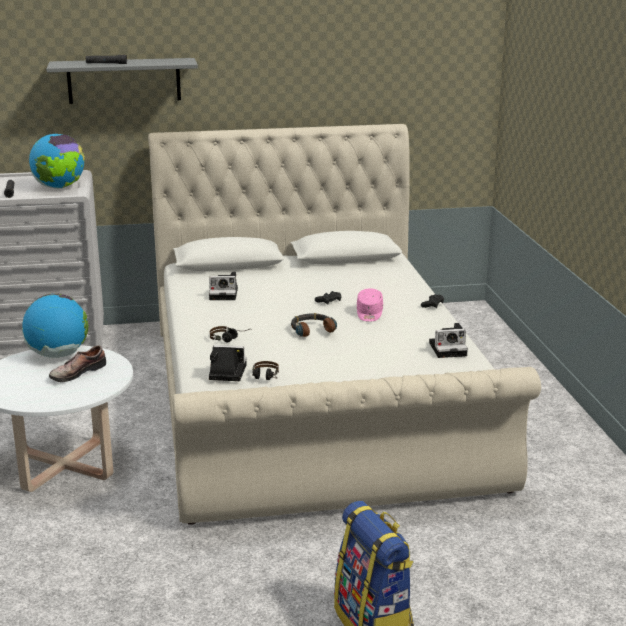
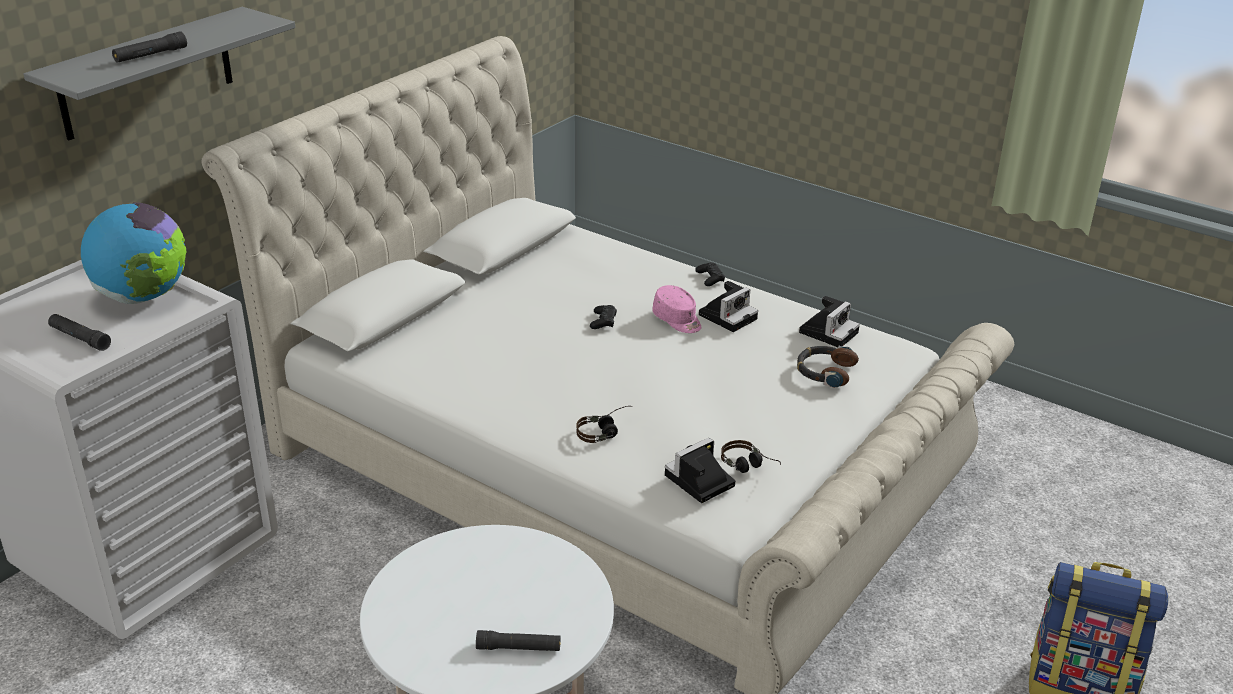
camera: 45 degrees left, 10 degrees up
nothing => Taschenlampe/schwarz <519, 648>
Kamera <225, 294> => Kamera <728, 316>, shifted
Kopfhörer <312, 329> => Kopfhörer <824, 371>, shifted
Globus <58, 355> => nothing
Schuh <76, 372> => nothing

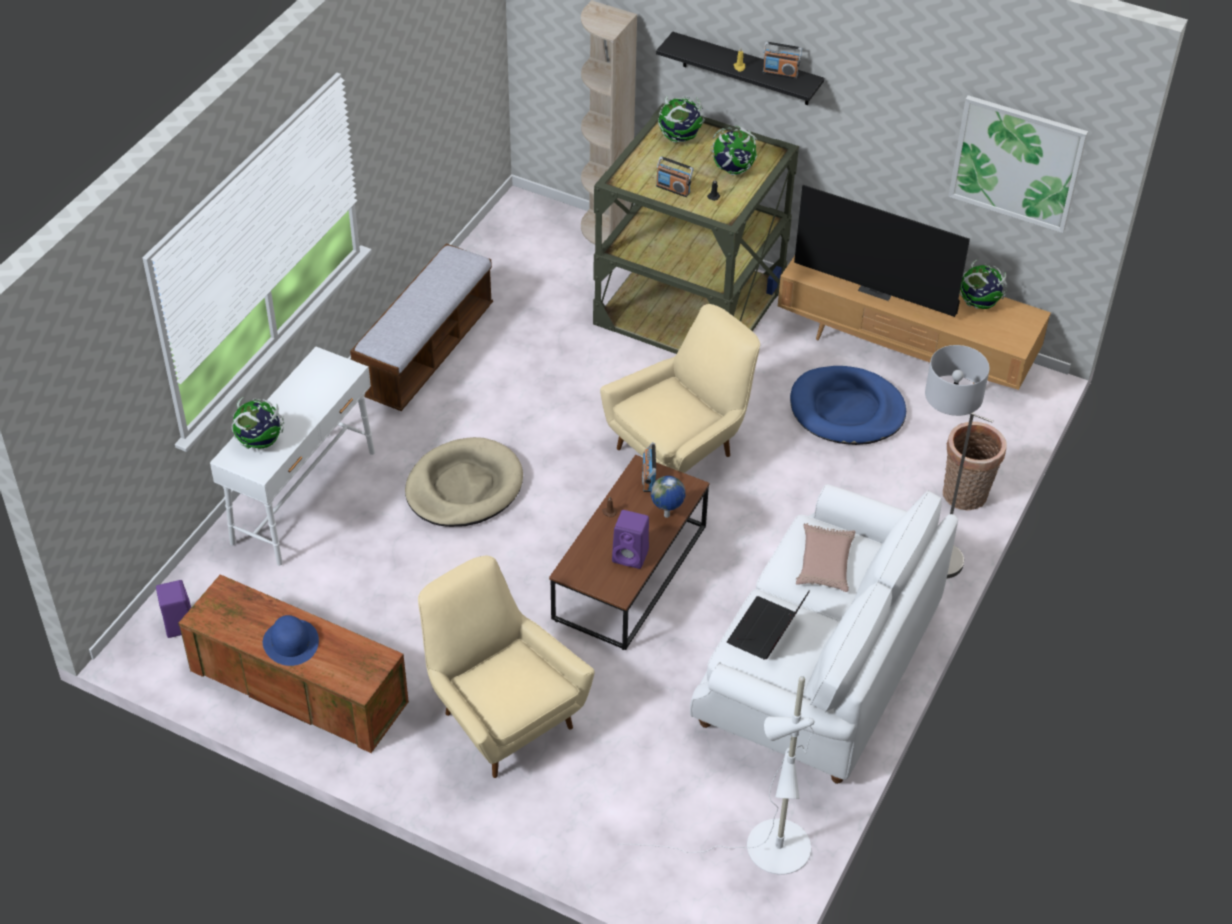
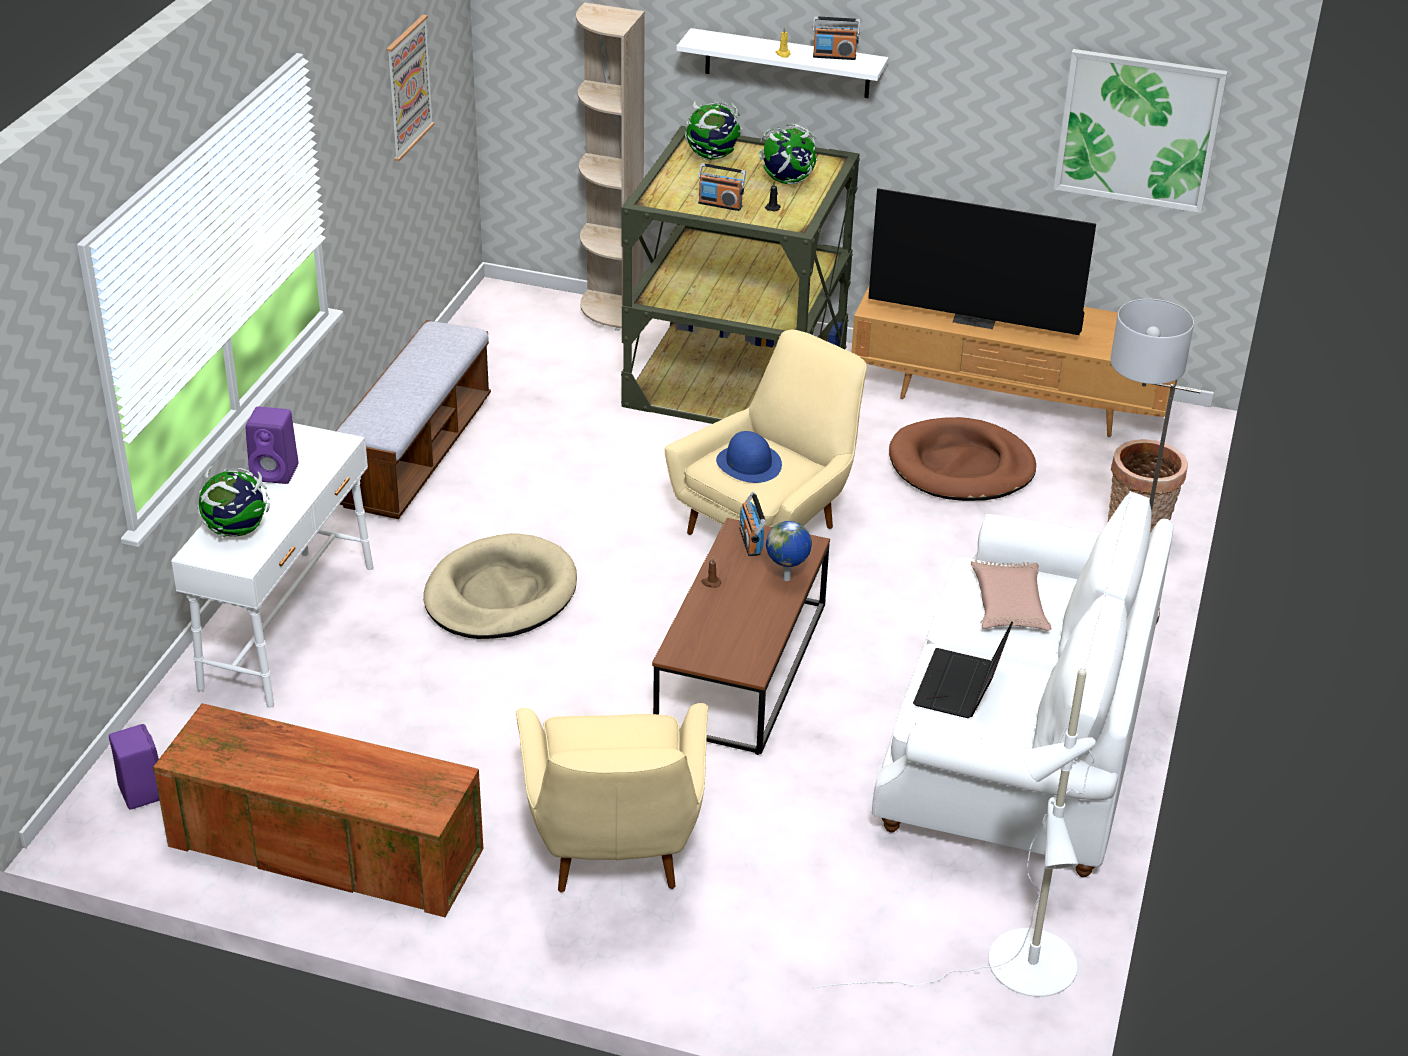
camera: 10 degrees left, 10 degrees down
Lautsprecher/lila <631, 556> => Lautsprecher/lila <276, 472>, shifted
nothing => Bild <408, 87>
Sessel/beige <501, 717> => Sessel/beige <615, 852>, 135 degrees counterclockwise
Wandregal/schwarz <746, 69> => Wandregal/weiß <787, 63>
Hut/blau <291, 642> => Hut/blau <749, 463>, shifted
Hundebett/blau <846, 410> => Hundebett/braun <961, 466>
Globus <979, 304> => nothing

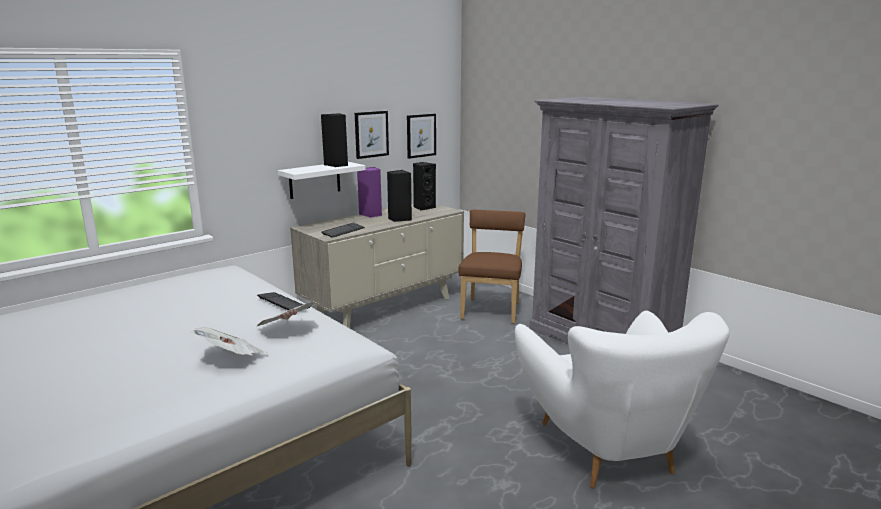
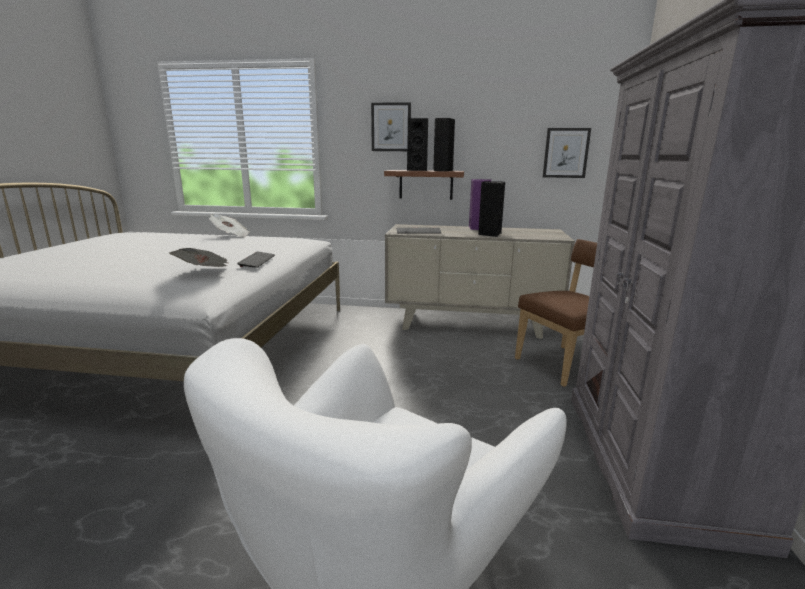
camera: 50 degrees right, 0 degrees up
Zeitung <232, 358> => Zeitung <231, 235>, shifted
Bild <371, 134> => Bild <391, 127>, shifted
Wandregal/weiß <314, 180> => Wandregal/braun <426, 184>
Lautsprecher/schwarz <423, 207> => Lautsprecher/schwarz <418, 170>, shifted

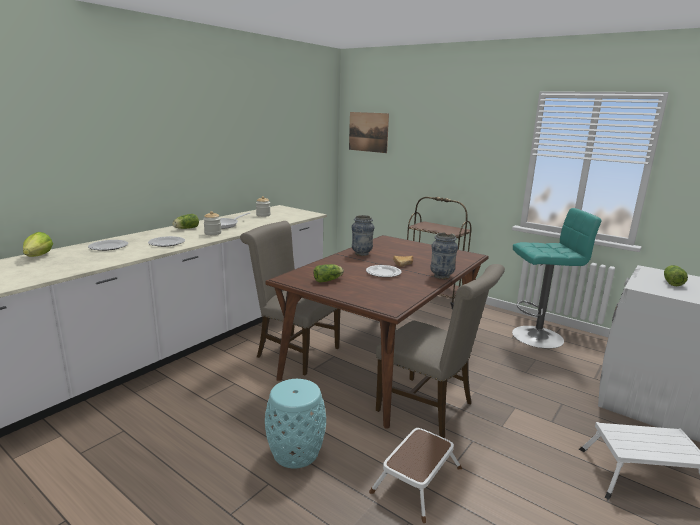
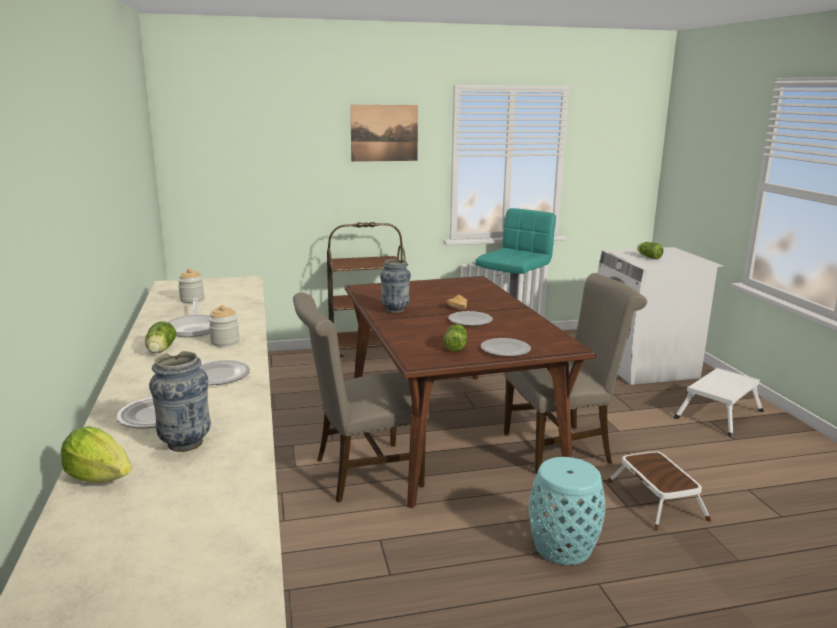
camera: 50 degrees left, 0 degrees up
Vase <441, 276> => Vase <185, 443>, shifted
Bild <368, 132> => Bild <384, 133>, shifted
nothing => Teller <505, 350>

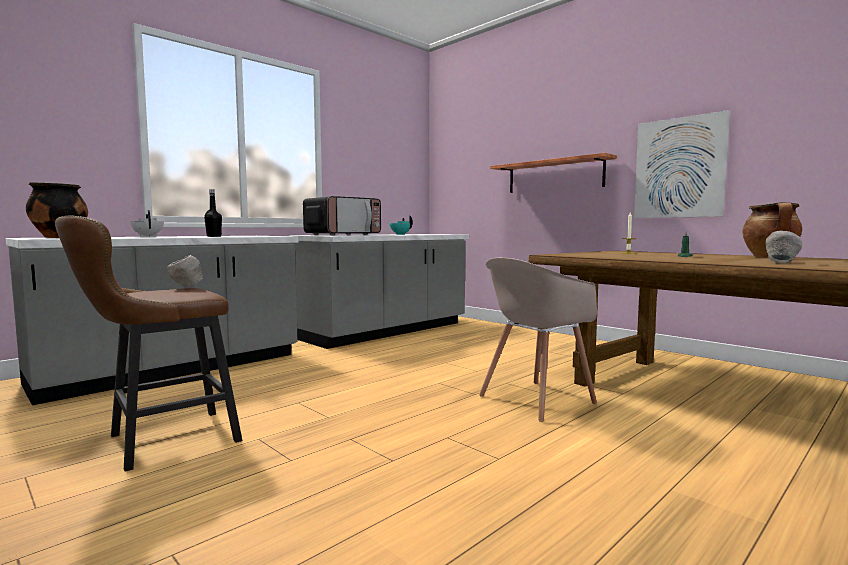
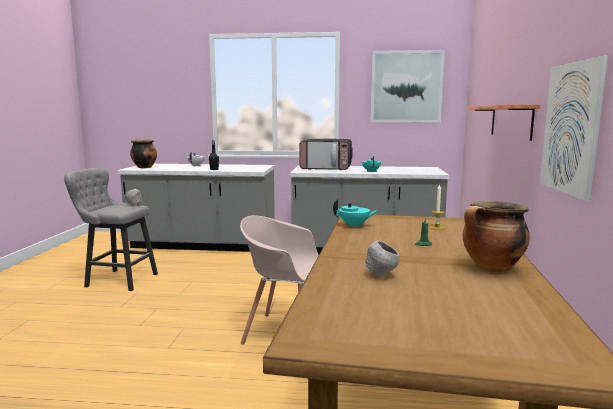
camera: 50 degrees right, 5 degrees up
Hocker/braun <156, 442> => Hocker/grau <114, 279>
nothing => Teekanne/türkis <354, 225>
nothing => Bild <406, 87>

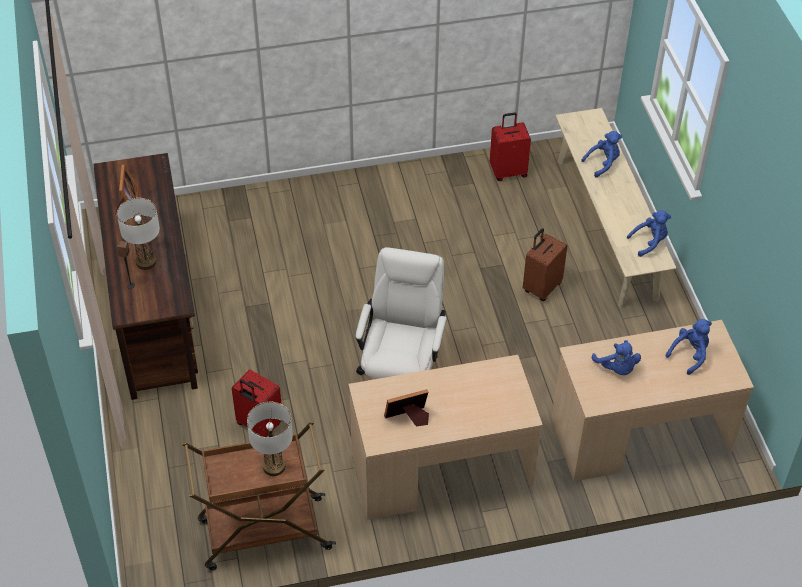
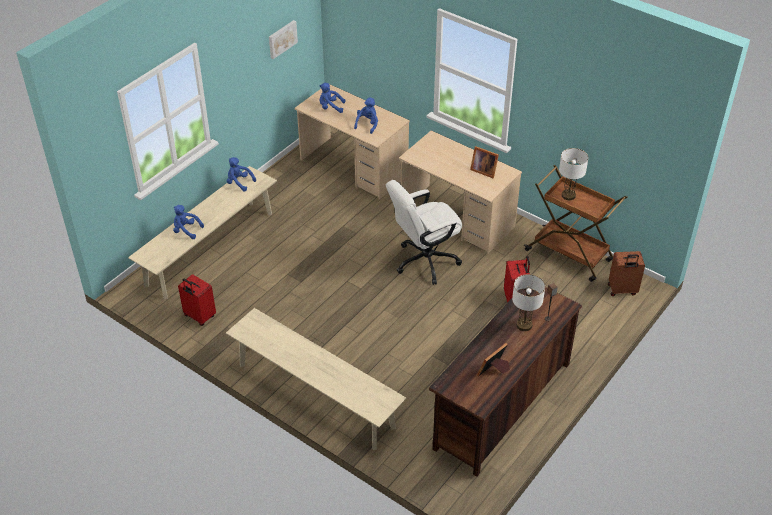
camera: 130 degrees left, 5 degrees down
nothing => Bank/beige <315, 395>
nothing => Bild <282, 39>
Koffer/braun <541, 287> => Koffer/braun <622, 290>, shifted

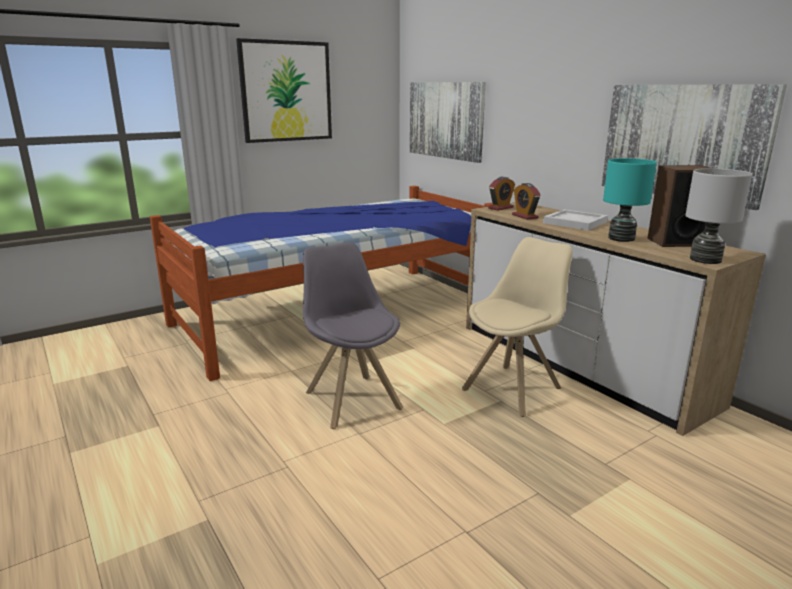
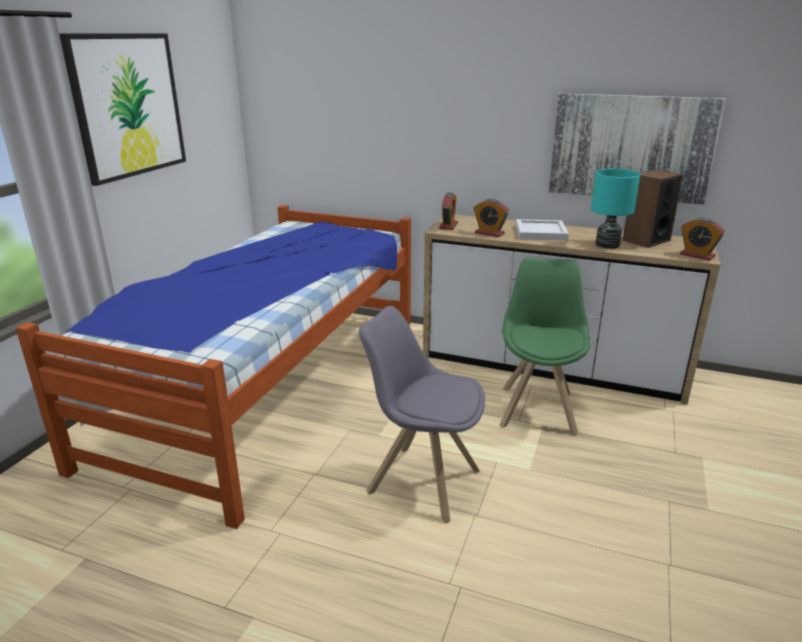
camera: 35 degrees left, 5 degrees up
Stuhl/beige <513, 389> => Stuhl/grün <537, 409>
Tischlampe/grau <705, 260> => Wecker <697, 255>
Bild <445, 120> => nothing

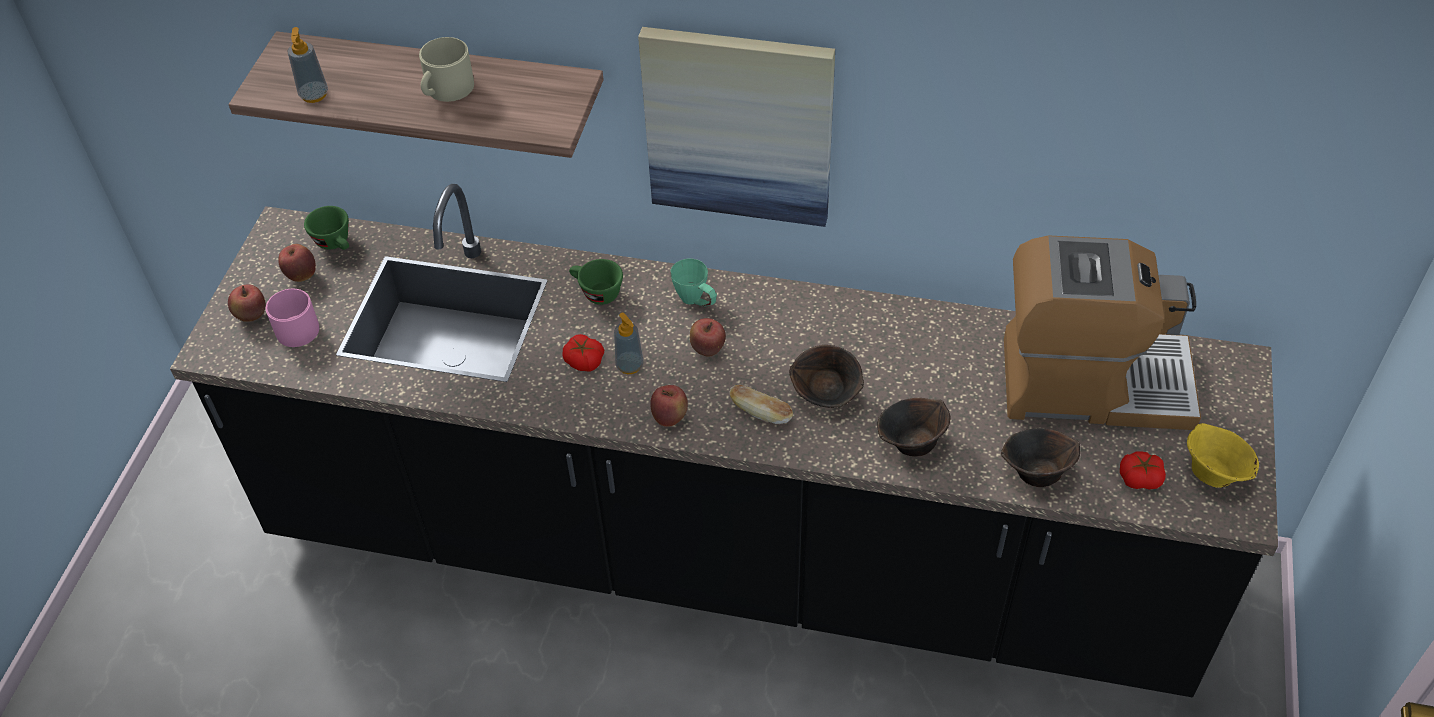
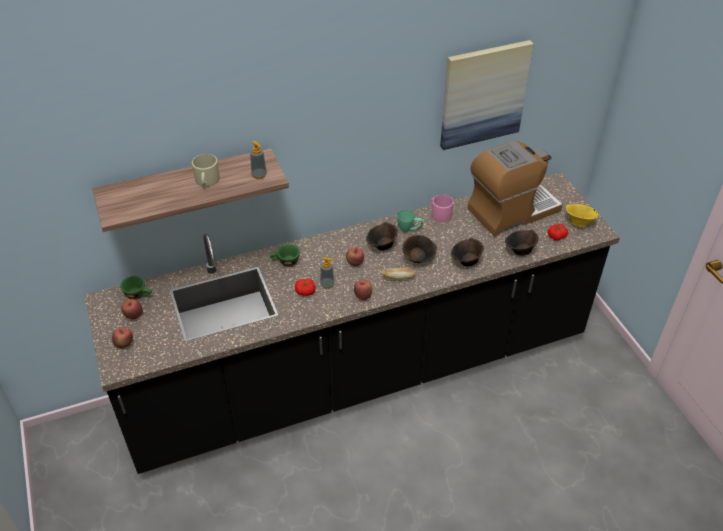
camera: 35 degrees left, 5 degrees down
Seifenspender <314, 95> => Seifenspender <259, 175>, shifted
nothing => Schüssel/braun <382, 246>
Henkelbecher/grün <696, 302> => Henkelbecher/grün <409, 230>, shifted
Henkelbecher/rosa <298, 326> => Henkelbecher/rosa <439, 213>, shifted
Bild <739, 126> => Bild <483, 94>, shifted

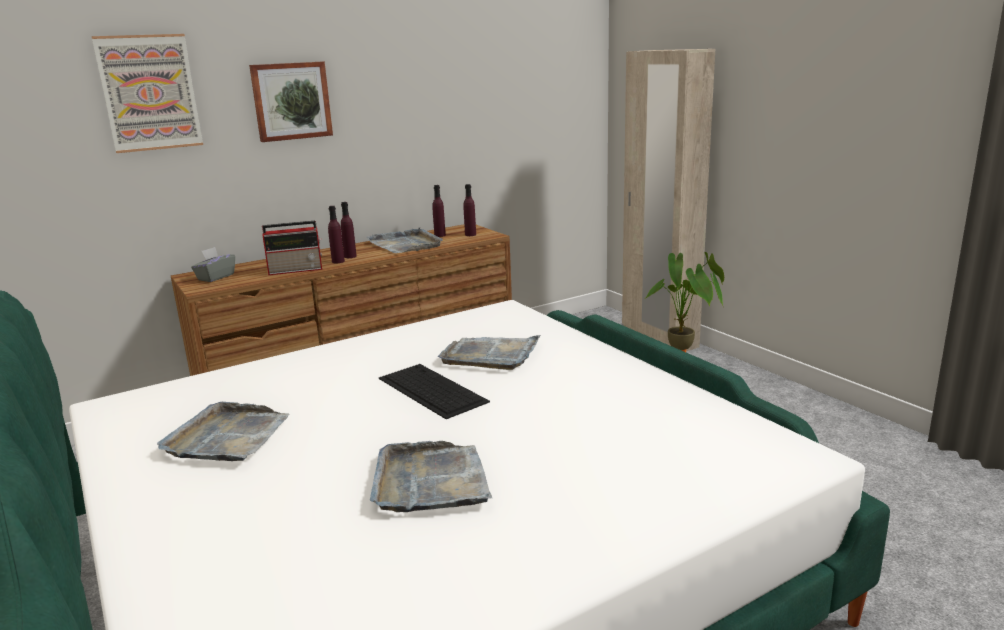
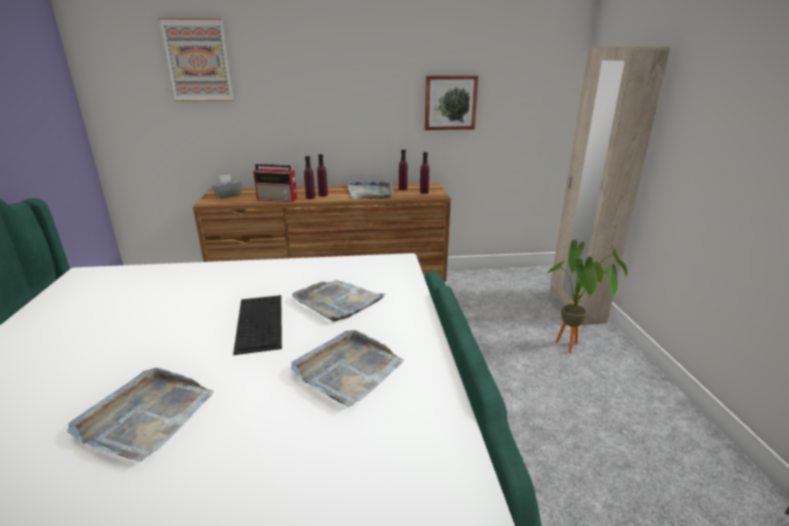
camera: 25 degrees right, 5 degrees up
Tablett/grau <227, 437> => Tablett/grau <347, 370>, shifted
Bild <291, 101> => Bild <450, 102>, shifted

